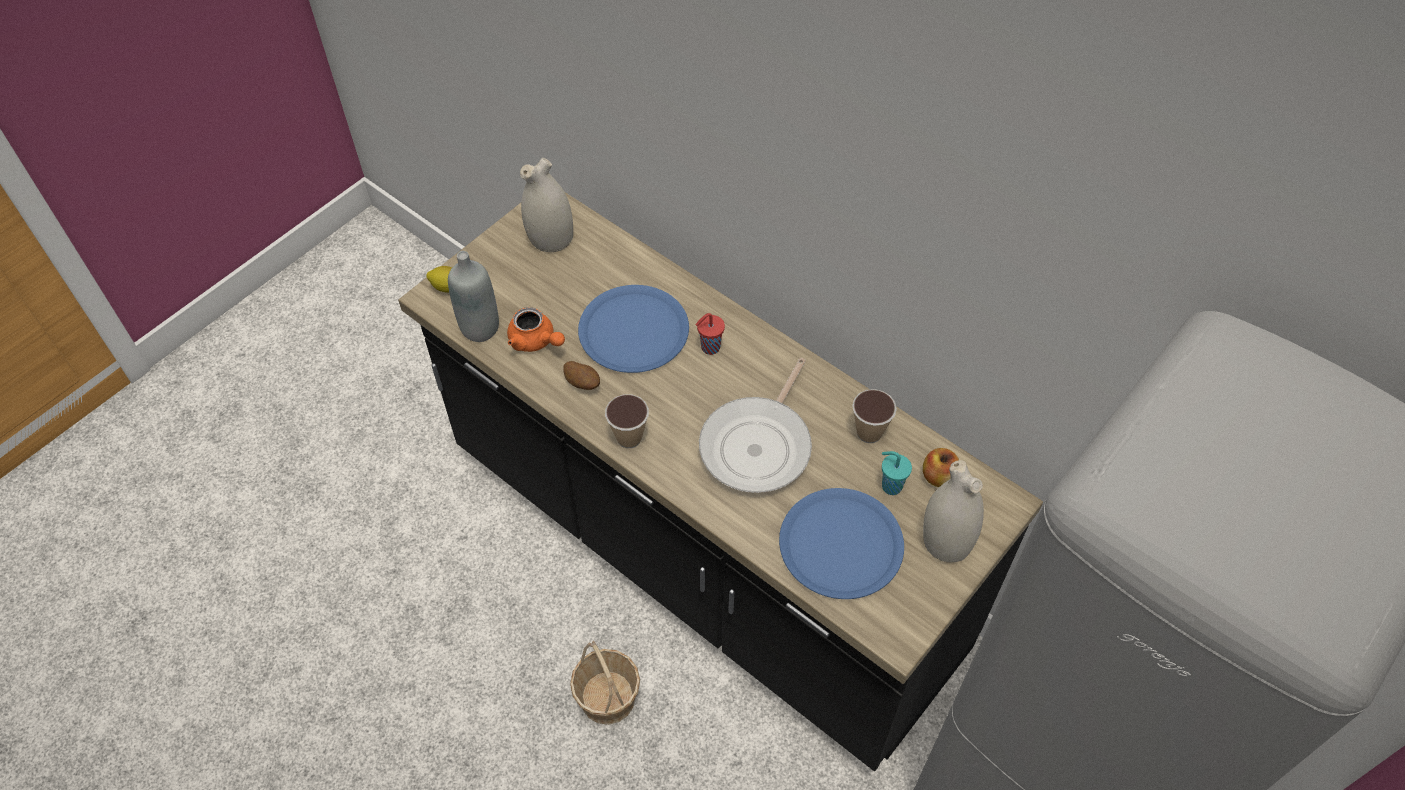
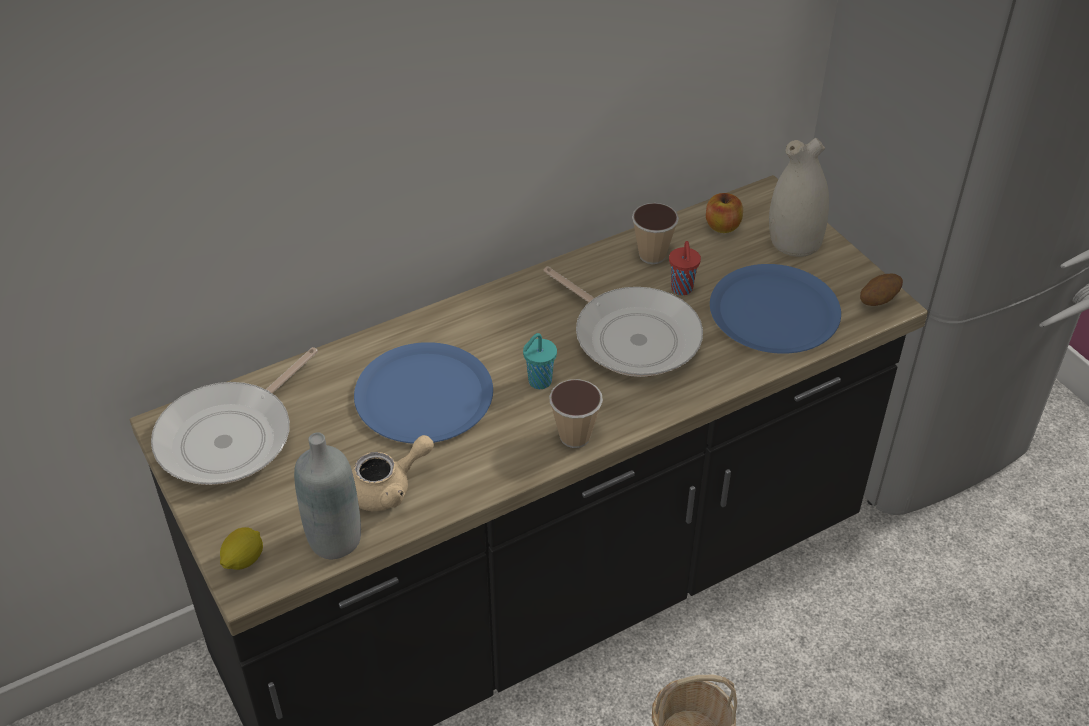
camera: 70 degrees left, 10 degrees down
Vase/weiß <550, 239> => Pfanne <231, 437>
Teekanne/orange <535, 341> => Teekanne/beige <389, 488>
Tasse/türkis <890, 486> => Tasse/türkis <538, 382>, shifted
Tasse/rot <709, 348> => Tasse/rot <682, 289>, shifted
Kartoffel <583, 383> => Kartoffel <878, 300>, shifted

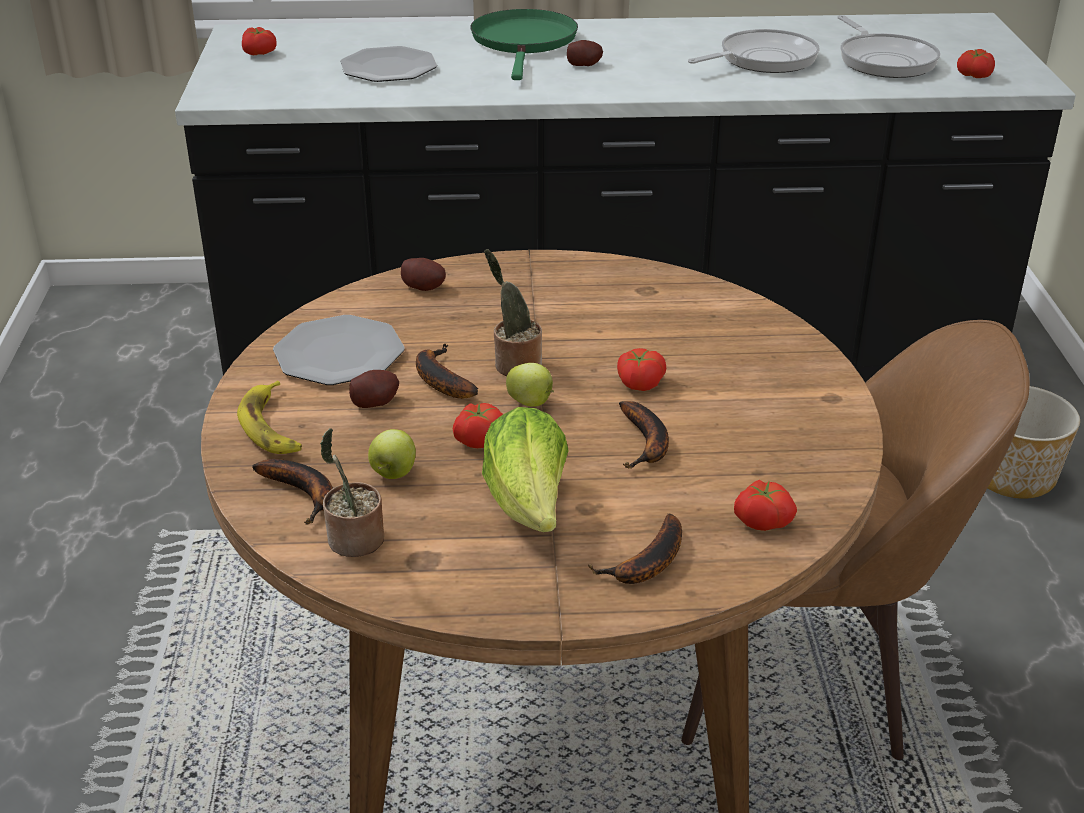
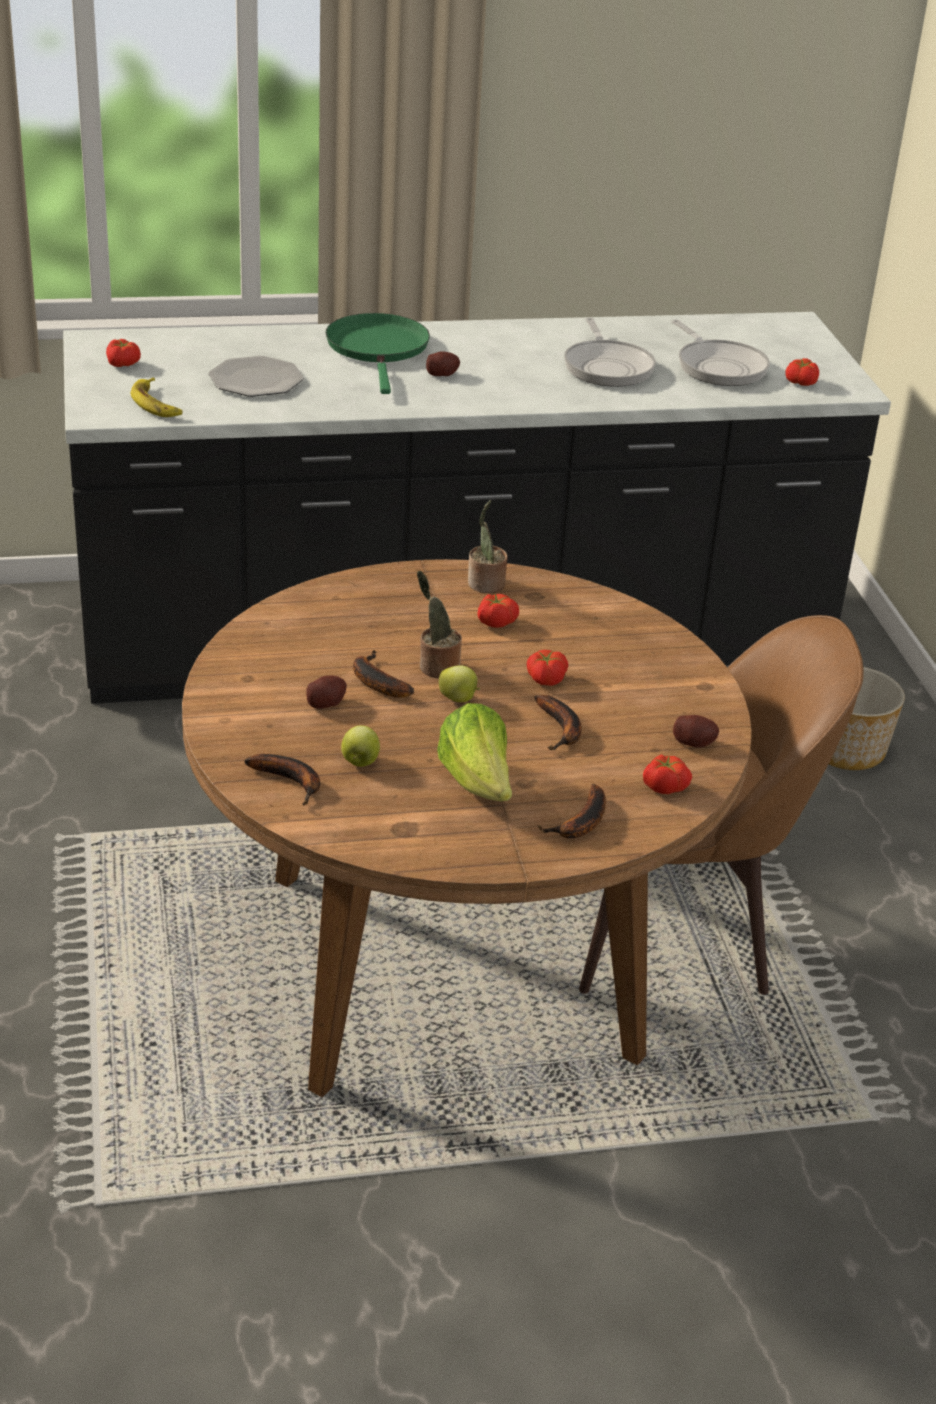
camera: 10 degrees left, 0 degrees up
Banane <272, 427> => Banane <156, 404>, shifted
Topfpflanze <354, 541> => Topfpflanze <485, 585>, shifted
Tomate <480, 439> => Tomate <495, 621>, shifted
Pfanne <762, 59> => Pfanne <607, 367>, 120 degrees clockwise
Kartoffel <424, 287> => Kartoffel <694, 742>, shifted
Teller <339, 354> => nothing

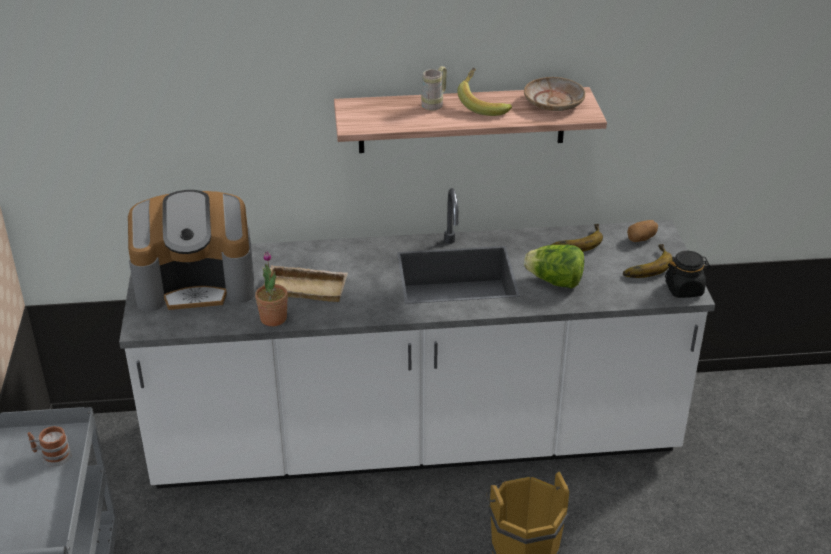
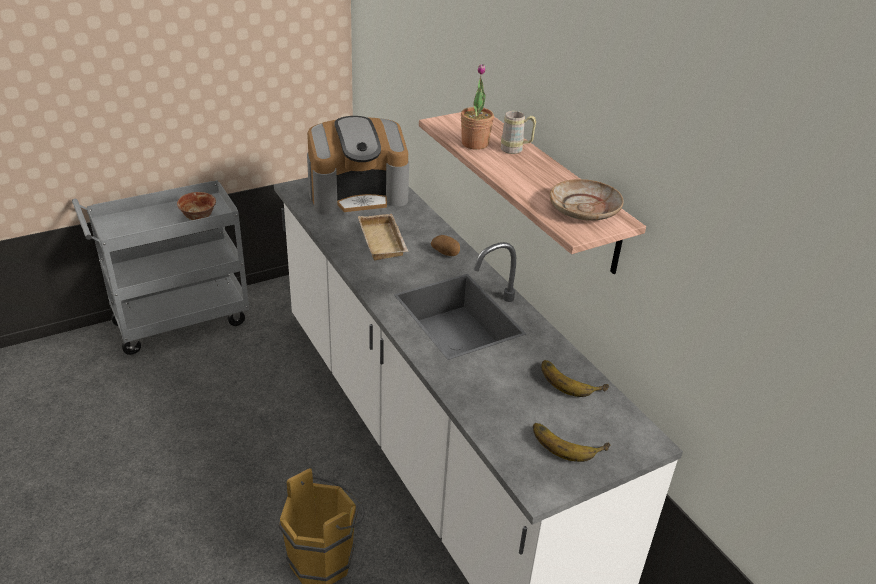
camera: 65 degrees right, 0 degrees up
Henkelbecher <52, 456> => Schüssel <199, 218>
Kaffeemaschine <197, 284> => Kaffeemaschine <358, 194>, 75 degrees counterclockwise
Kartoffel <641, 239> => Kartoffel <446, 253>, shifted
Topfpflanze <273, 318> => Topfpflanze <475, 144>, shifted
Banane <484, 105> => nothing
Salatkopf <555, 281> => nothing
Vorratsglas/schwarz <684, 289> => nothing

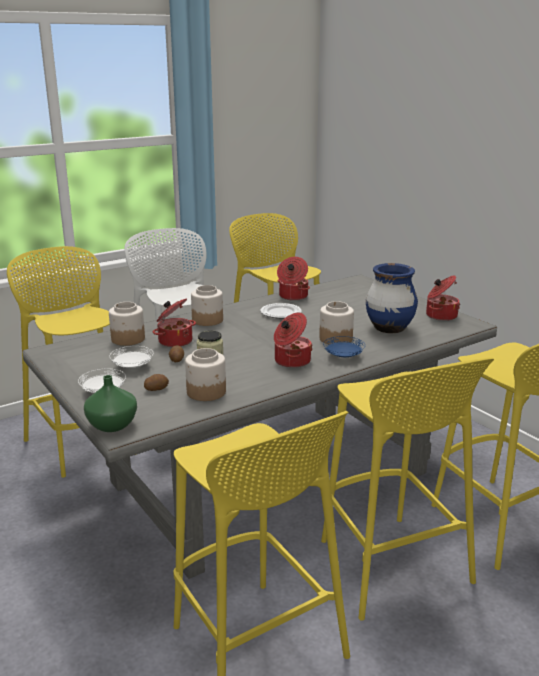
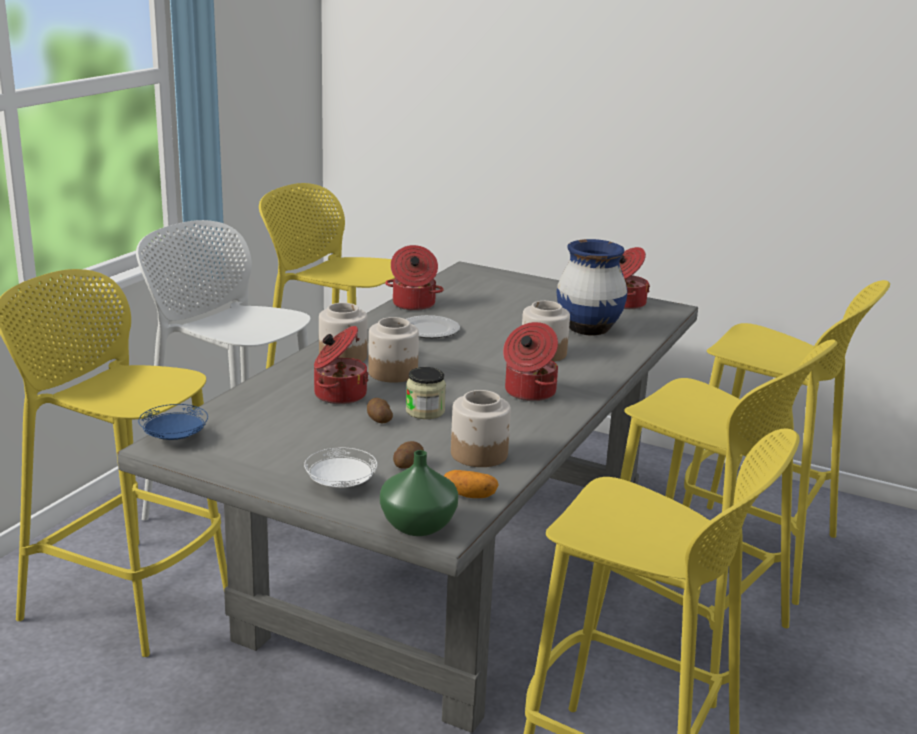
camera: 30 degrees left, 0 degrees up
Teller/blau <343, 357> => Teller/blau <174, 438>, shifted
Vorratsglas <127, 339> => Vorratsglas <392, 373>, shifted
nothing => Kartoffel <469, 495>
Teller/weiß <132, 367> => nothing

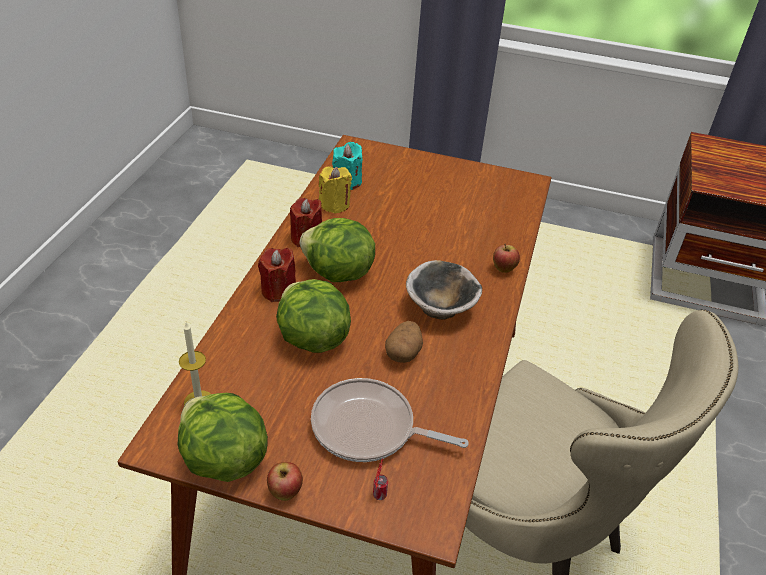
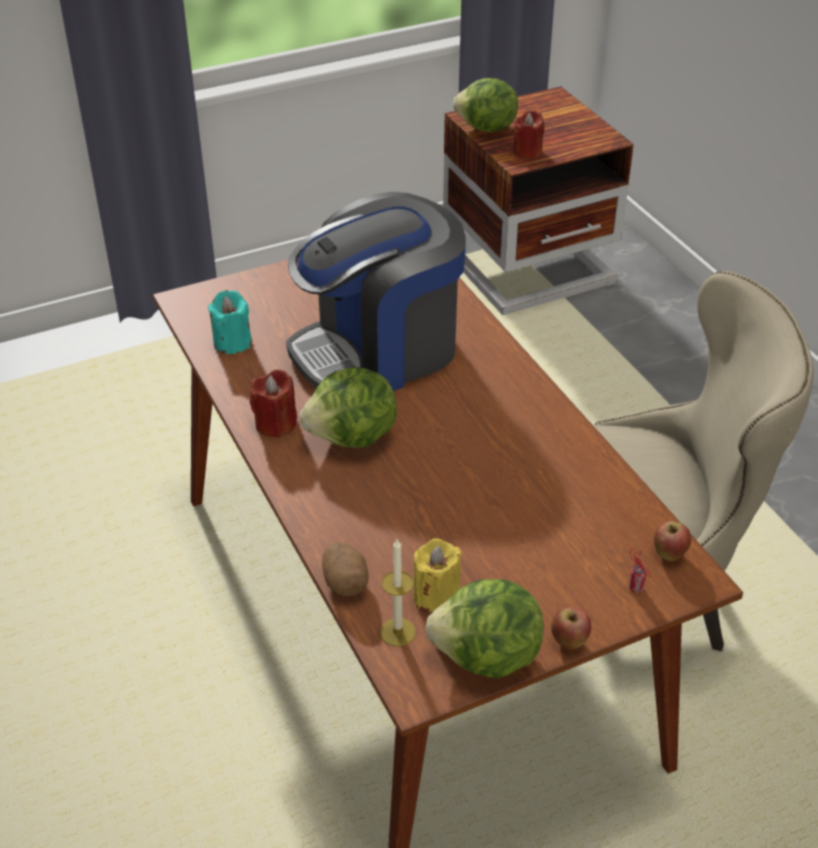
camera: 40 degrees left, 0 degrees up
nothing => Kaffeemaschine <379, 350>
Kartoffel <403, 353> => Kartoffel <345, 582>, shifted
Kerze/gelb <334, 204> => Kerze/gelb <436, 596>, shifted
Salatkopf <311, 339> => Salatkopf <486, 129>, shifted
Kerze/rot <278, 290> => Kerze/rot <527, 152>, shifted
Apfel <503, 269> => Apfel <669, 555>, shifted
Pfanne <369, 428> => nothing
Schüssel <440, 308> => nothing

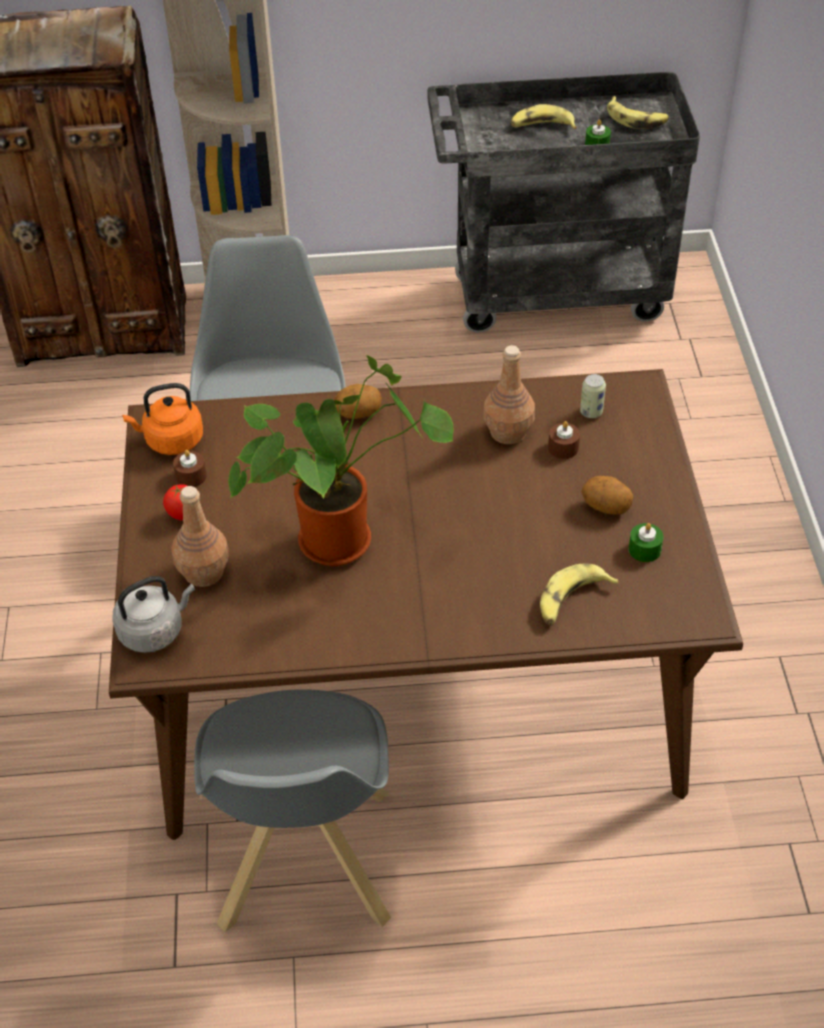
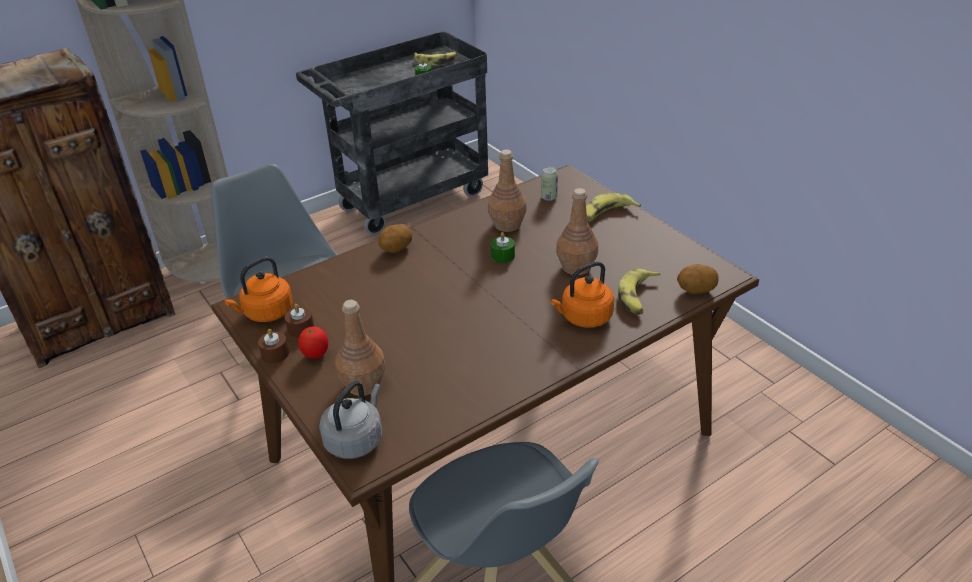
camera: 30 degrees left, 10 degrees down
Kerze/braun <563, 447> => Kerze/braun <275, 354>, shifted
Kerze/grün <644, 549> => Kerze/grün <503, 256>, shifted
nothing => Wasserkessel/orange <584, 318>
nothing => Flasche/braun <576, 267>
Banane <542, 126> => Banane <607, 214>, shifted
Kartoffel <606, 507> => Kartoffel <696, 290>, shifted
Topfpflanze <341, 537> => nothing

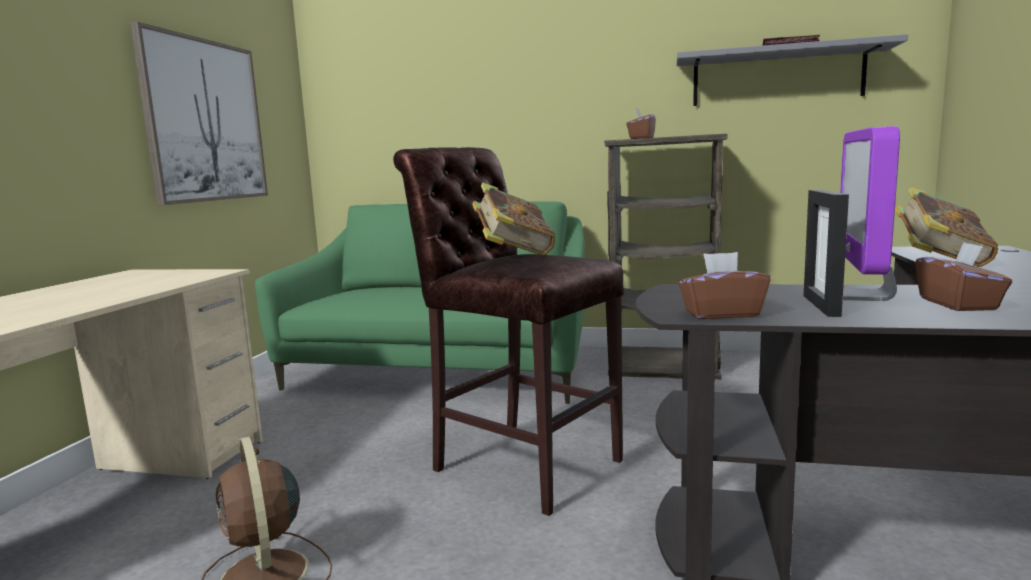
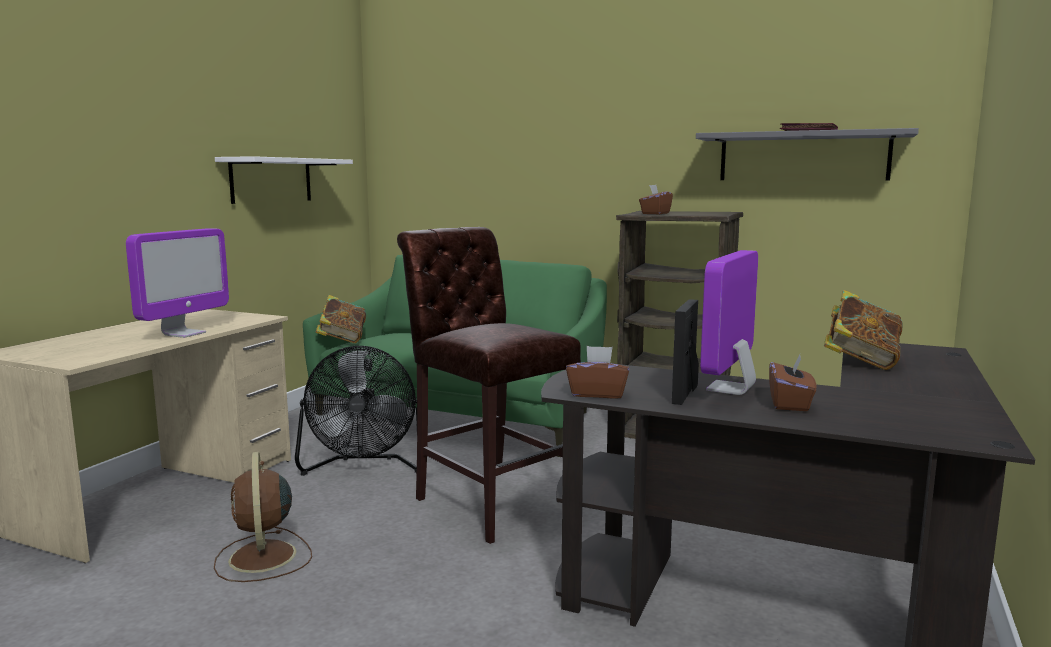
camera: 10 degrees right, 0 degrees up
nothing => Monitor <184, 334>
Bild <205, 121> => Wandregal/weiß <271, 180>
nothing => Ventilator/schwarz <360, 465>
Buch <513, 253> => Buch <342, 340>, shifted

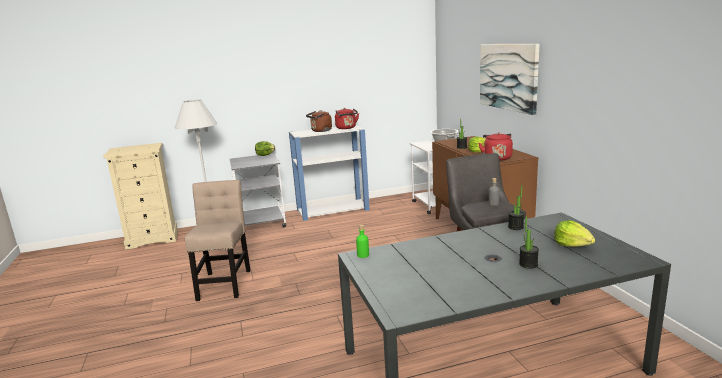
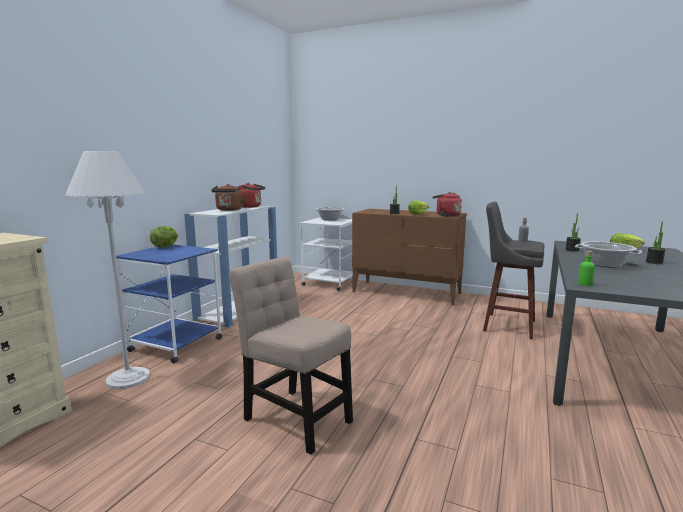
camera: 50 degrees left, 5 degrees down
Rollwagen/grau <262, 223> => Rollwagen/blau <177, 344>
nothing => Kochtopf <605, 264>
Bild <508, 76> => nothing

